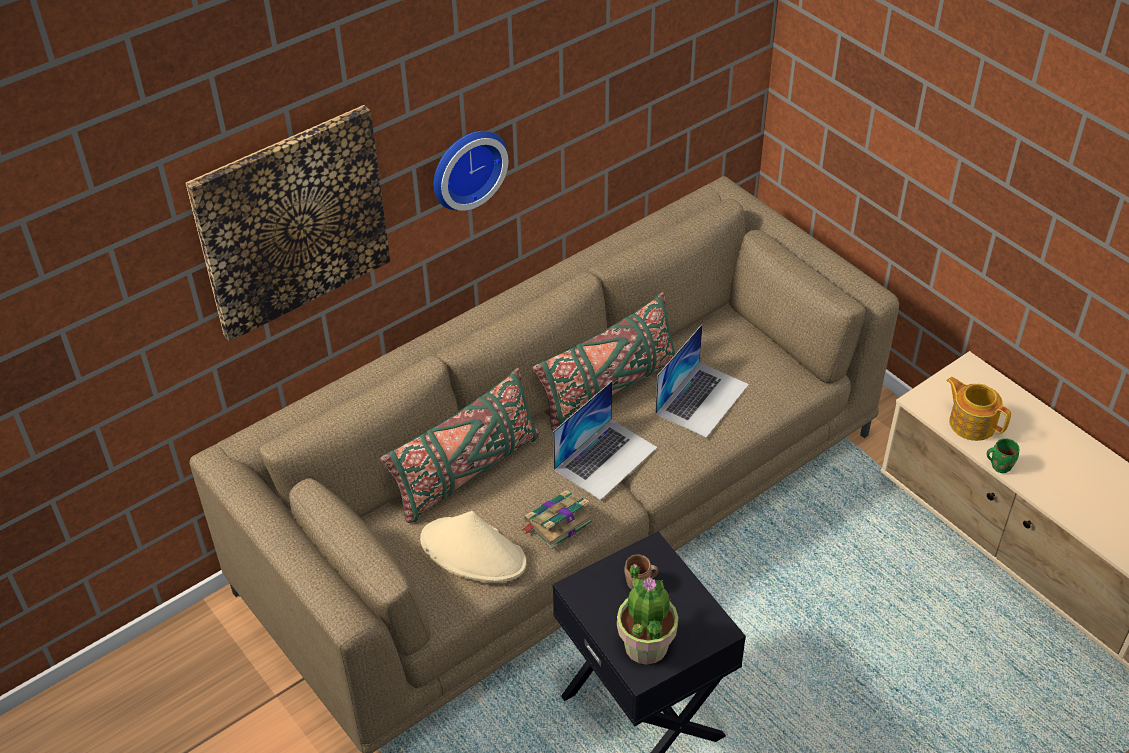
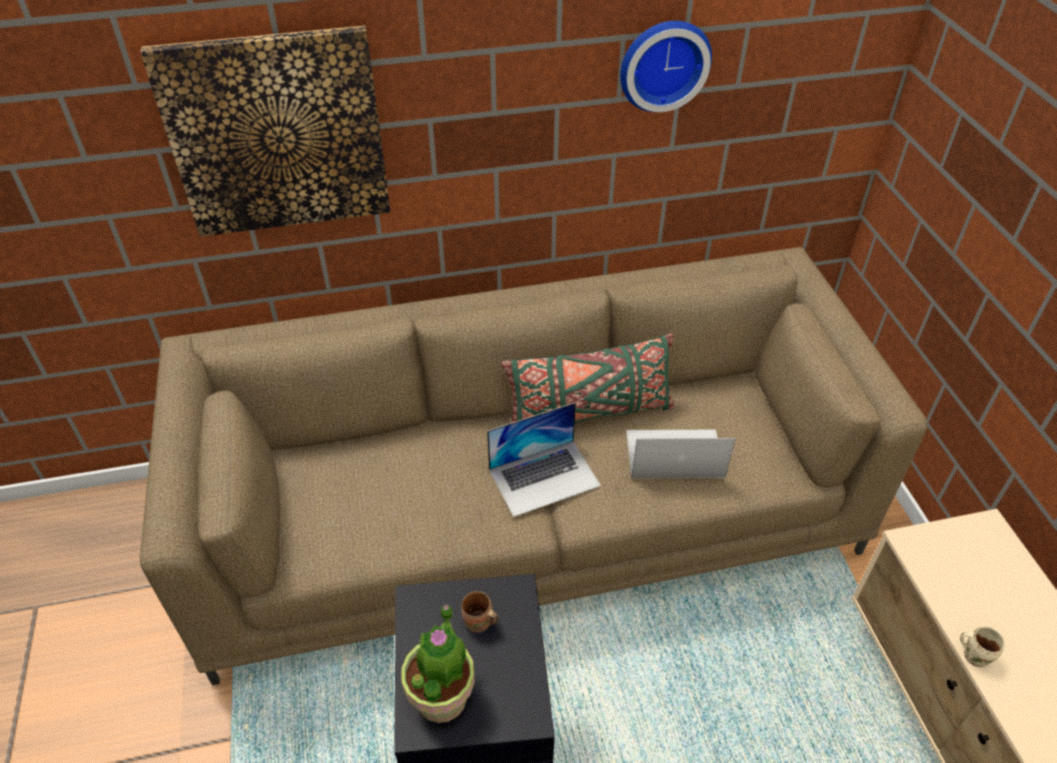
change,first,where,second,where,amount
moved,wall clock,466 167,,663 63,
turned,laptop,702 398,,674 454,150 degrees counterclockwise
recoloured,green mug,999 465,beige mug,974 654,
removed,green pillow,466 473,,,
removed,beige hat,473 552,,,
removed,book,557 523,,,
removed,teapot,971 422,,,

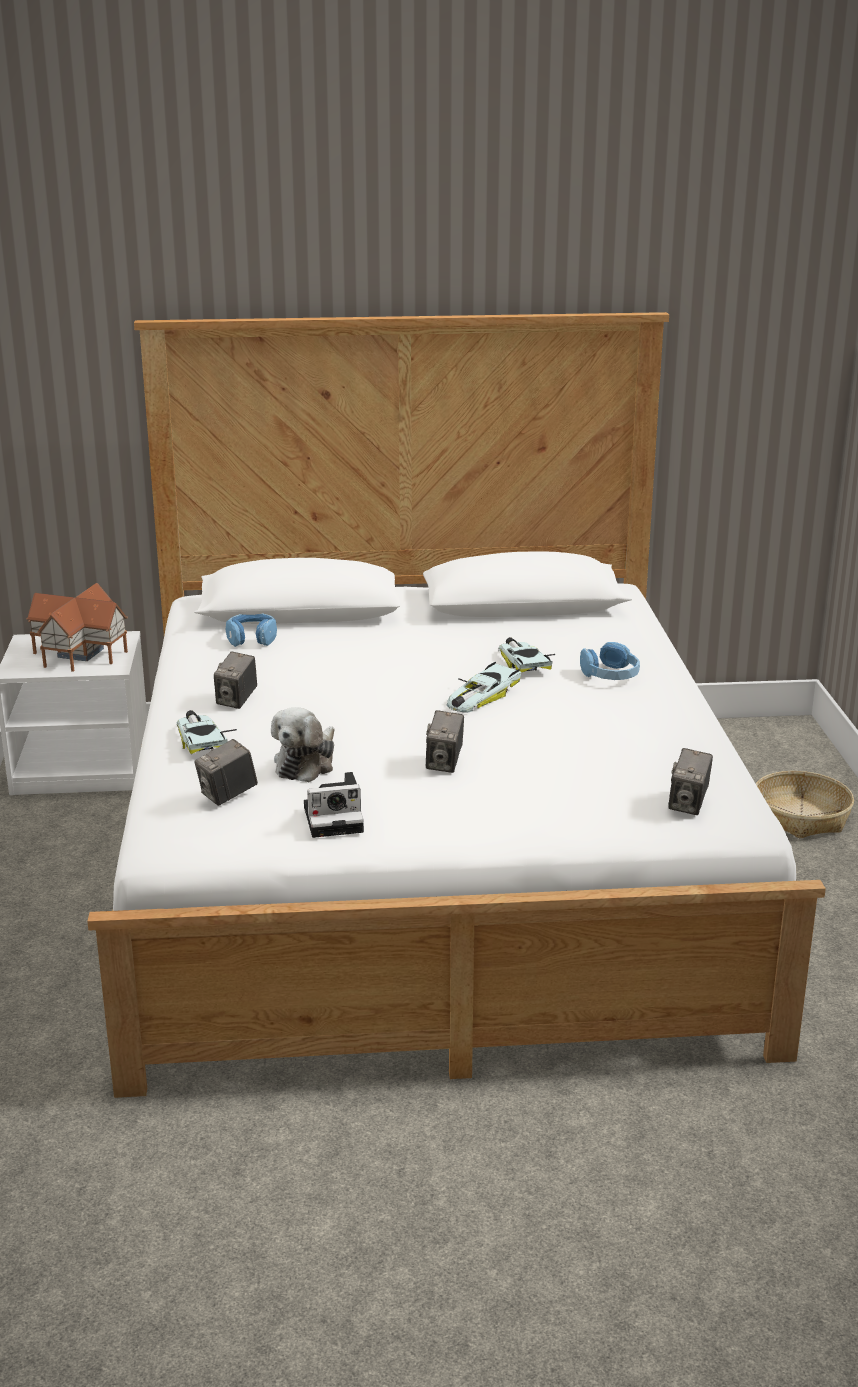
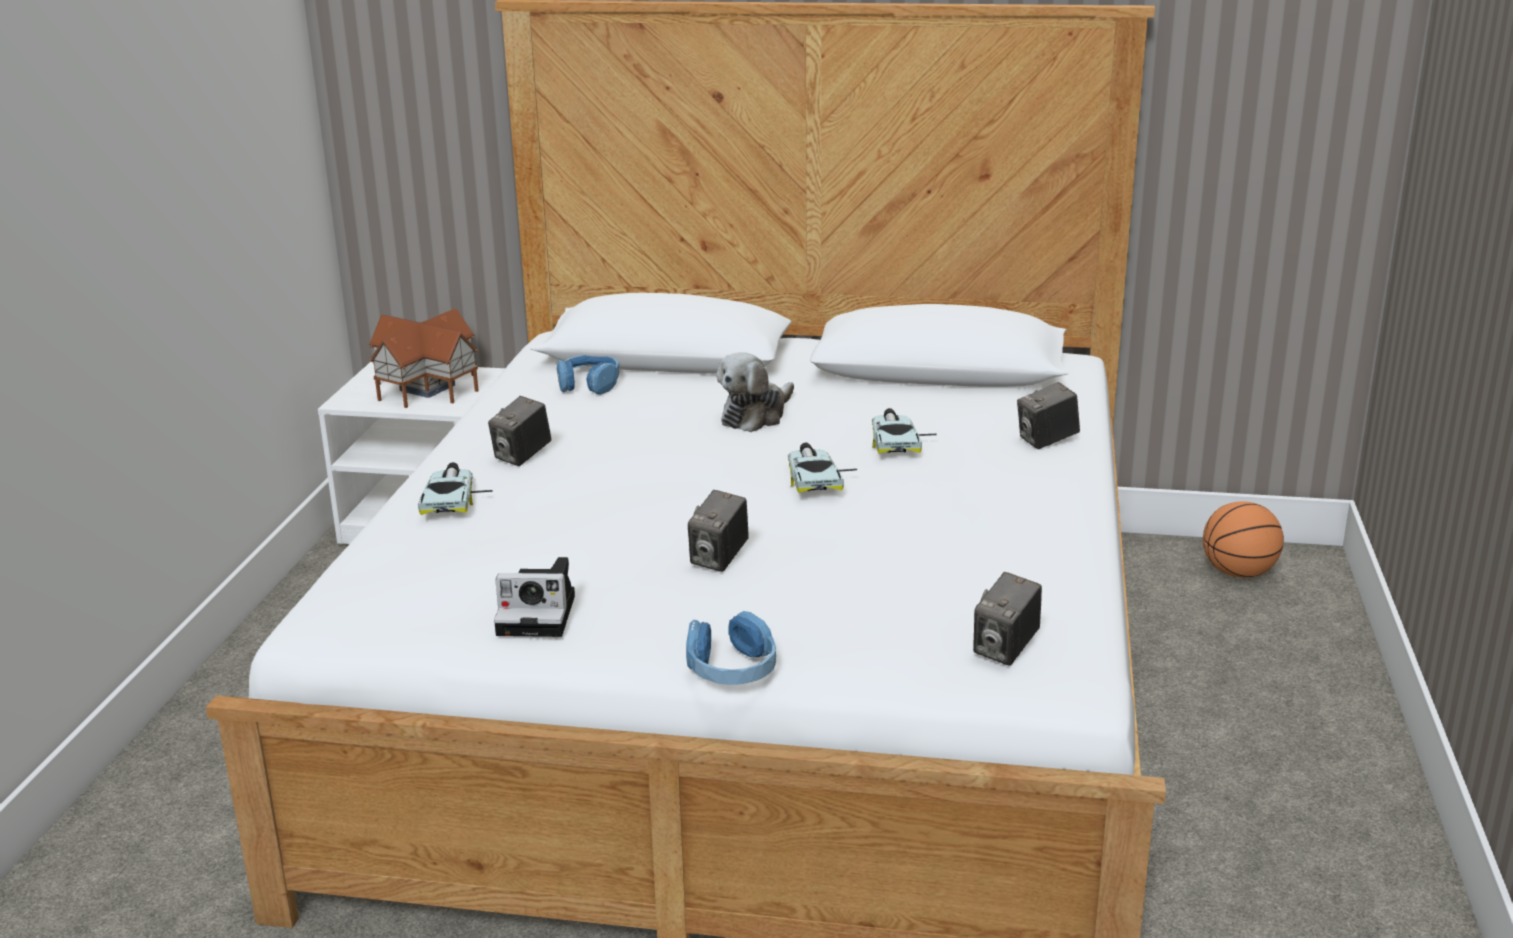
change,first,where,second,where,amount
moved,blue headphones,610 675,,731 669,
moved,plush toy,306 763,,756 416,
turned,toy car,480 695,,815 477,120 degrees clockwise
moved,photo camera,227 795,,1047 441,
added,,,basketball,1238 573,
removed,basket,801 817,,,

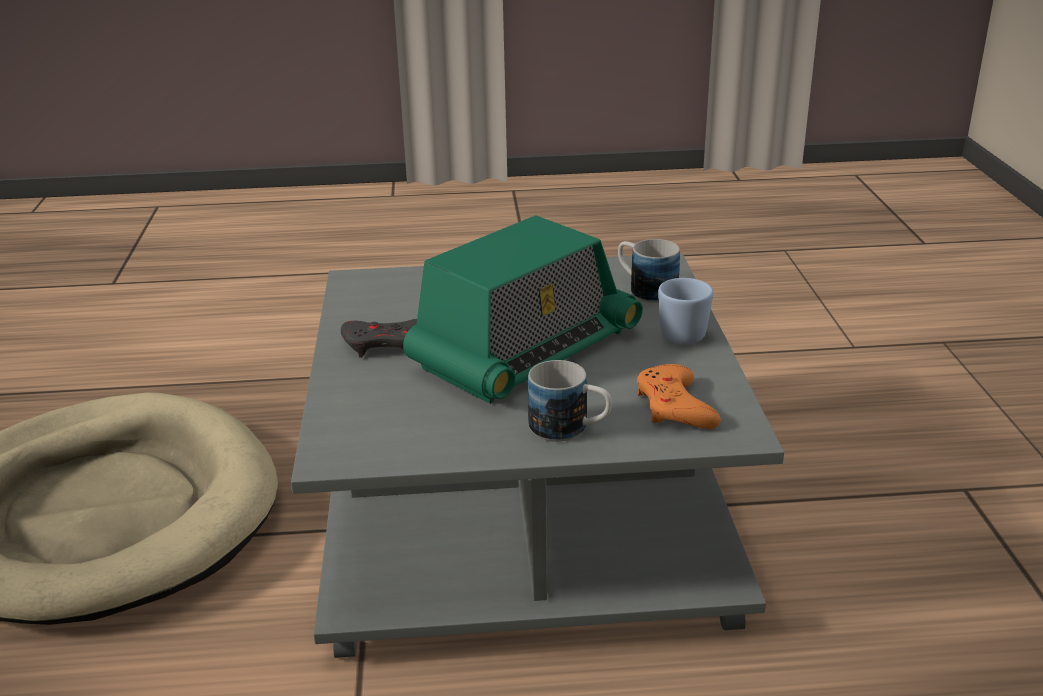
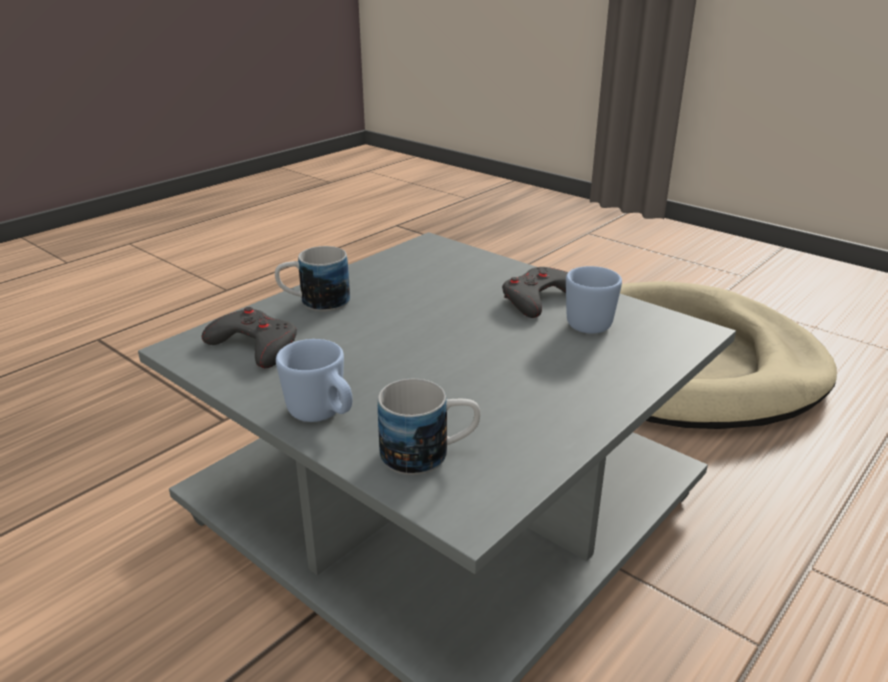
change,first,where,second,where,amount
recoloured,orange game controller,674 406,grey game controller,254 345,
added,,,blue mug,589 321,
removed,radio,525 351,,,

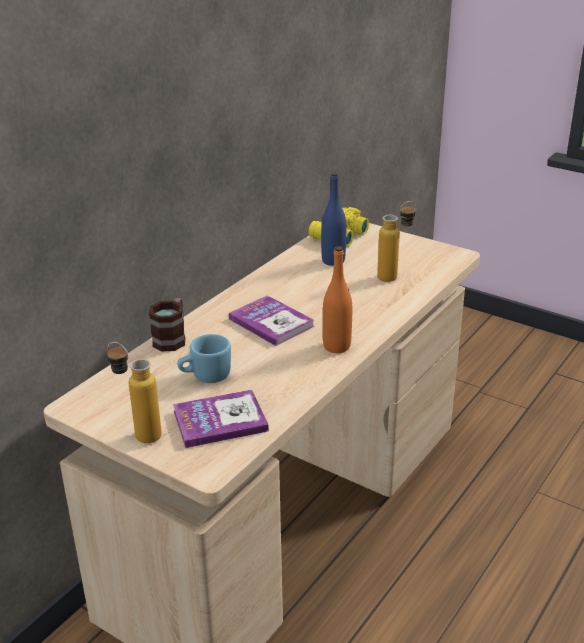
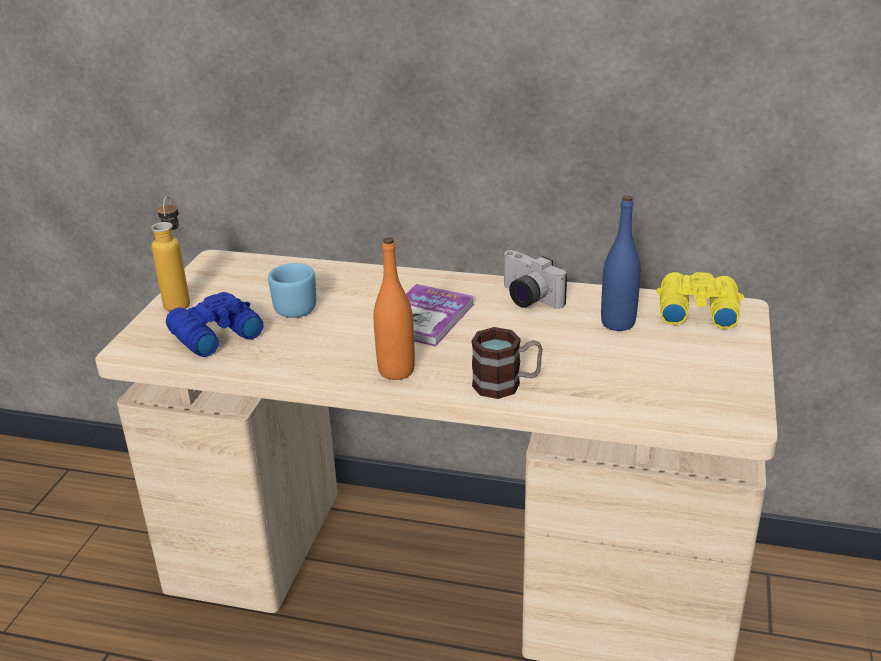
change,first,where,second,where,amount
replaced,book,220 421,blue binoculars,213 335,
moved,mug,172 338,,506 384,
added,,,photo camera,526 299,
removed,bottle,394 276,,,

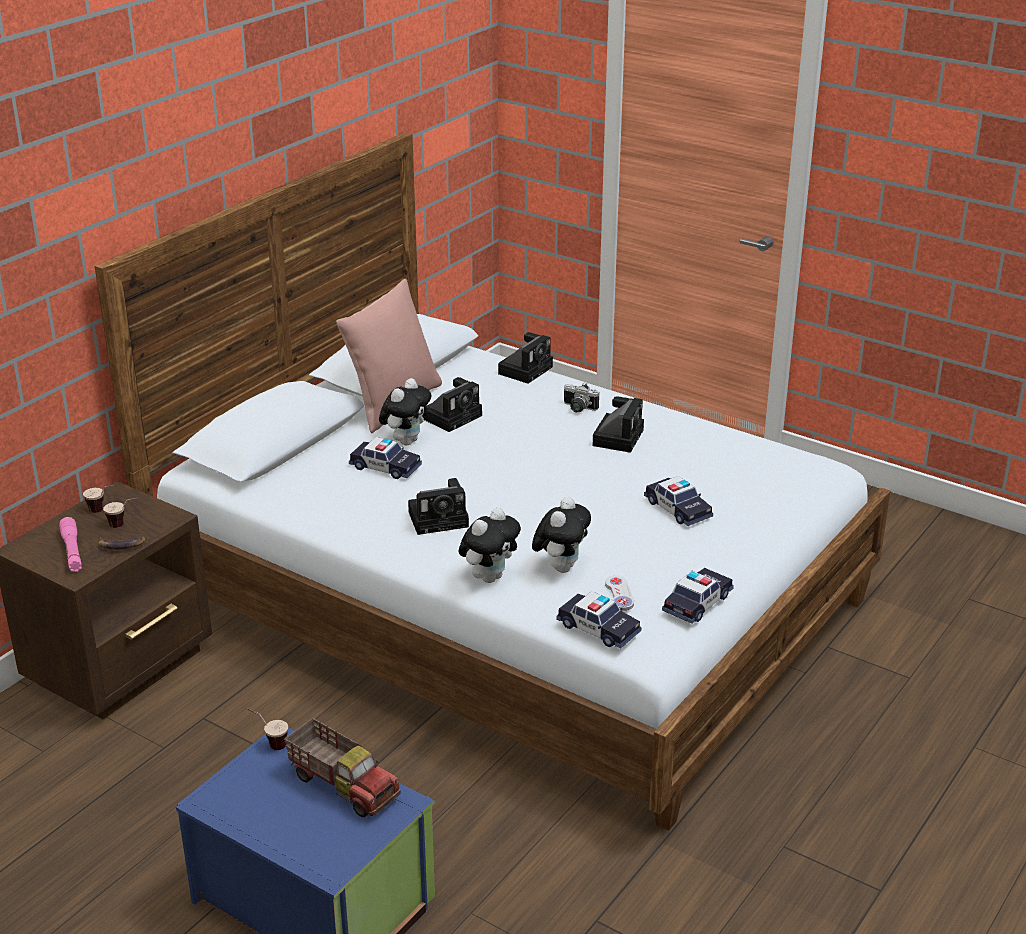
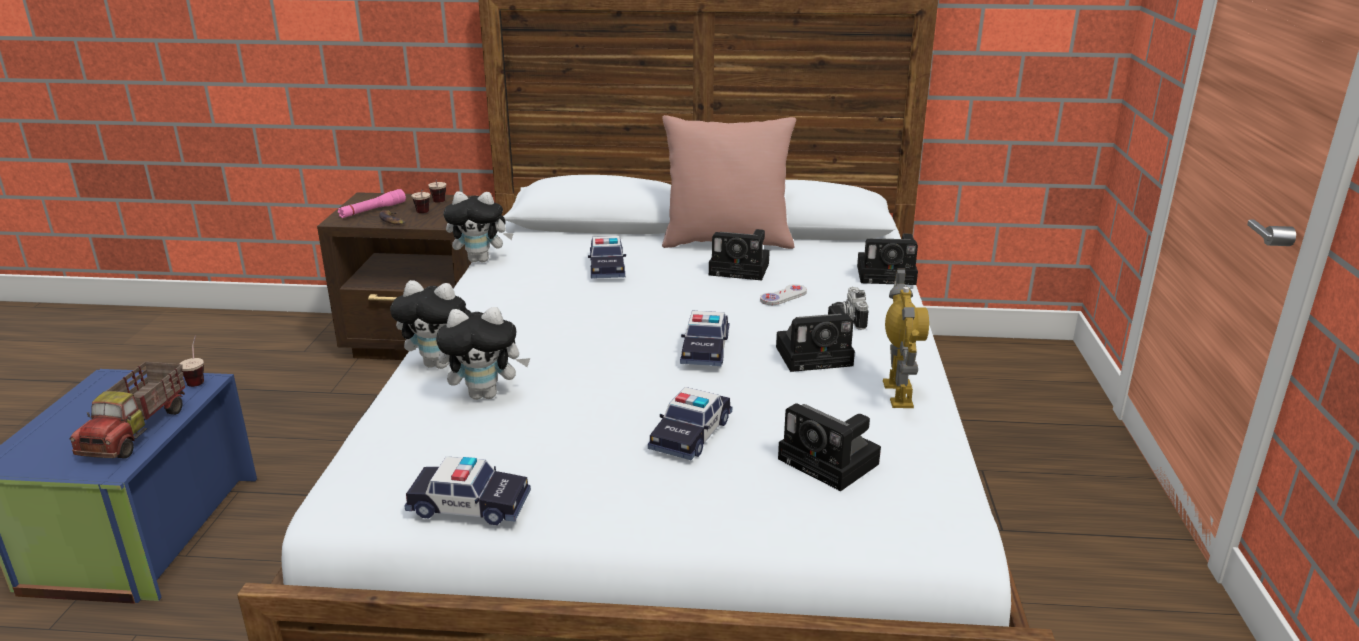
change,first,where,second,where,amount
moved,plush toy,406 441,,481 260,
moved,toy car,598 628,,705 349,
moved,white game controller,619 594,,783 296,
moved,photo camera,441 518,,832 463,
added,,,toy robot,898 394,

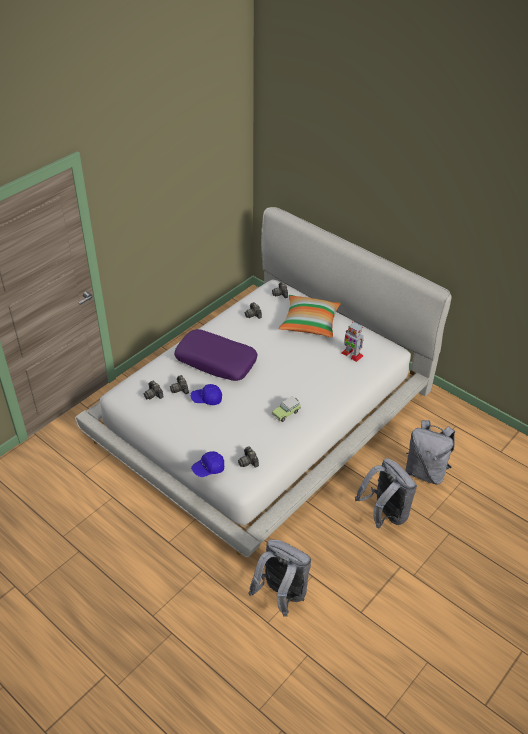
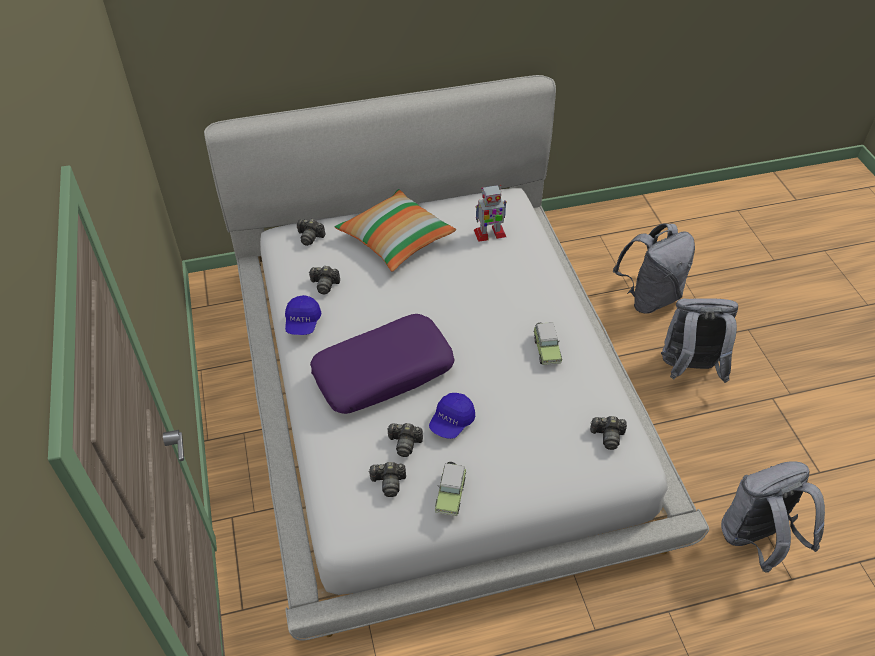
change,first,where,second,where,amount
moved,blue cap,208 469,,303 322,
added,,,toy car,451 494,

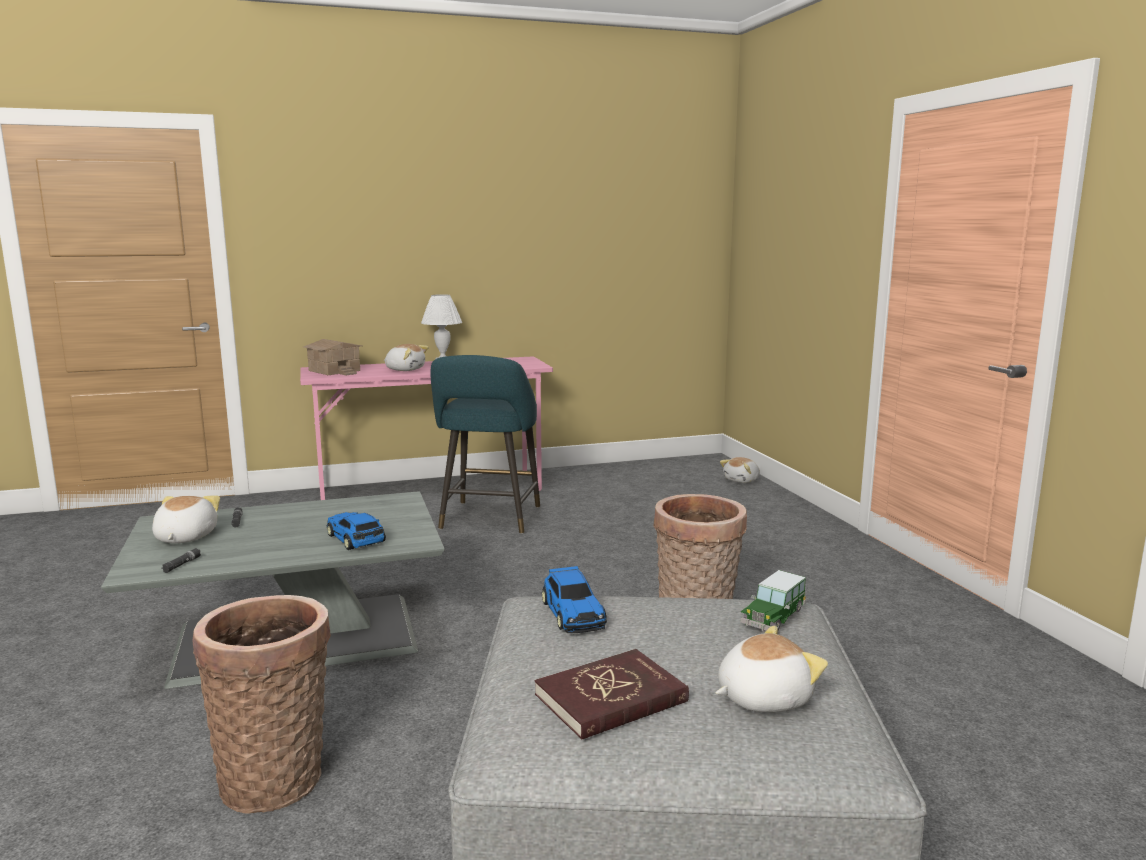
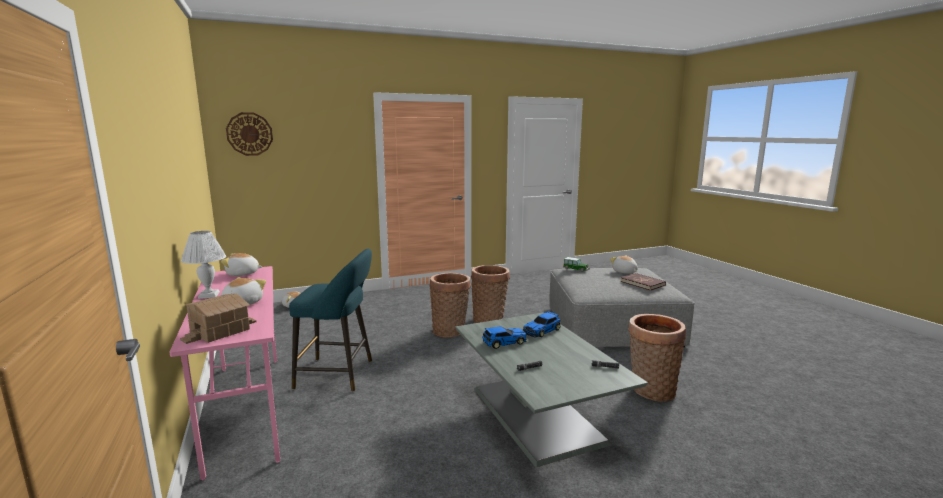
change,first,where,second,where,amount
moved,plush toy,184 537,,242 274,
added,,,wall clock,249 134,
added,,,basket,450 331,
moved,toy car,573 613,,503 342,

